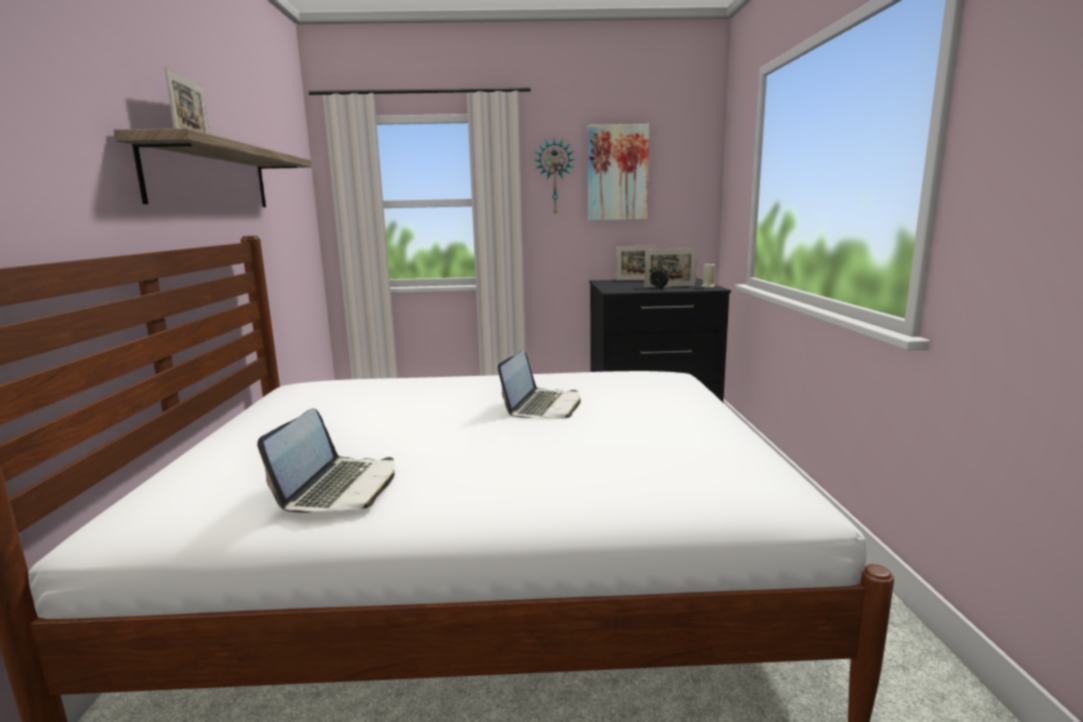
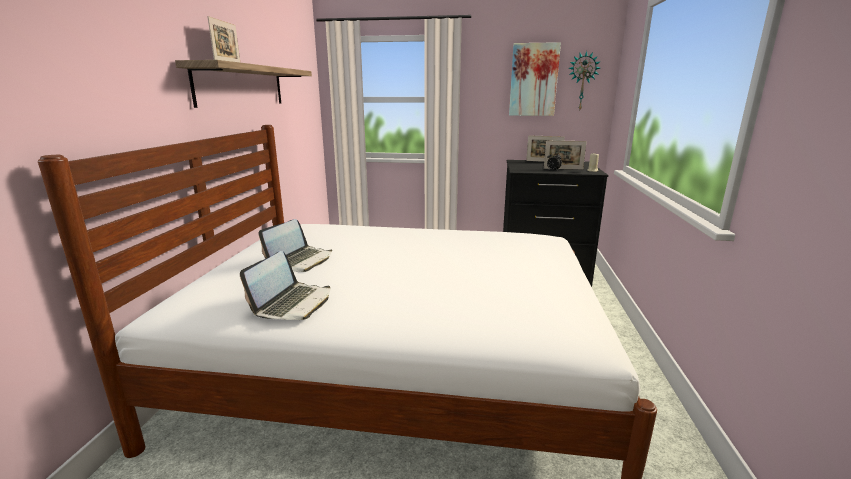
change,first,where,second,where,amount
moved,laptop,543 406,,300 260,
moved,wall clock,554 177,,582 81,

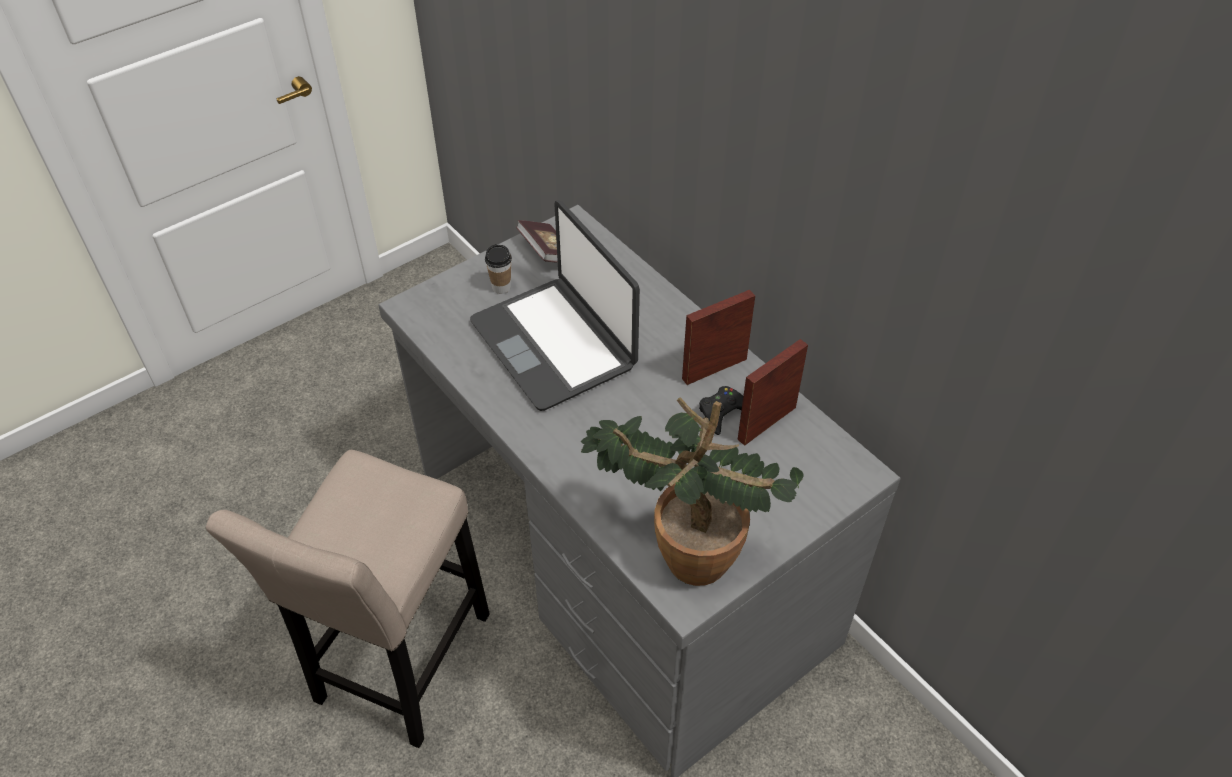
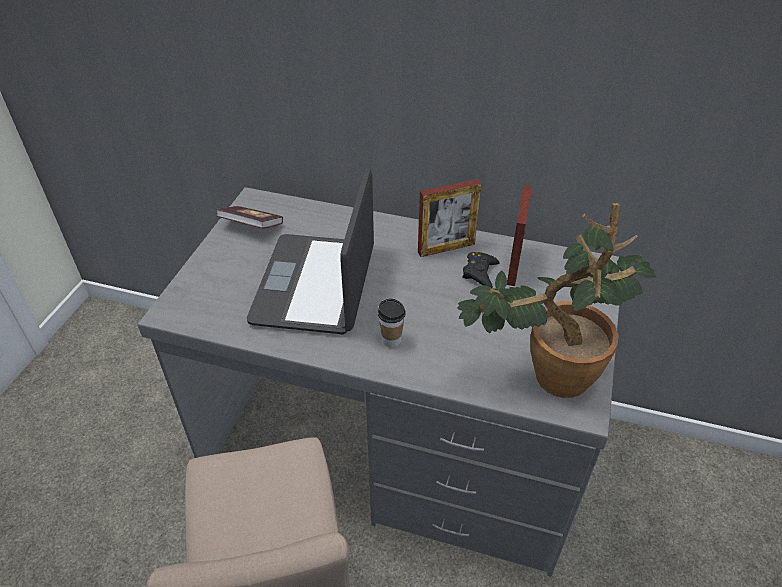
change,first,where,second,where,amount
turned,laptop,555 343,,316 284,75 degrees clockwise
moved,cup,501 287,,391 340,
turned,picture frame,714 369,,446 248,135 degrees counterclockwise

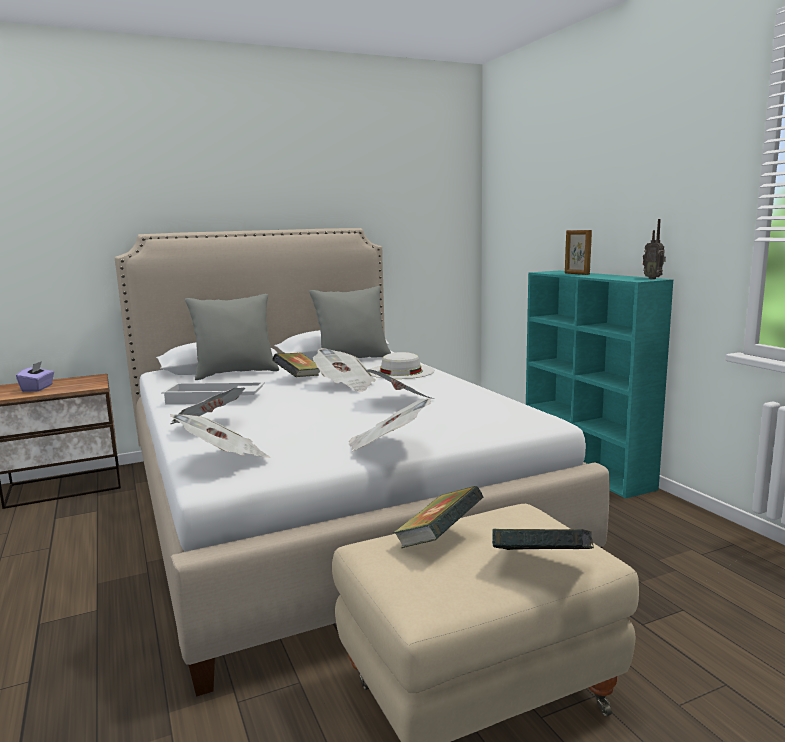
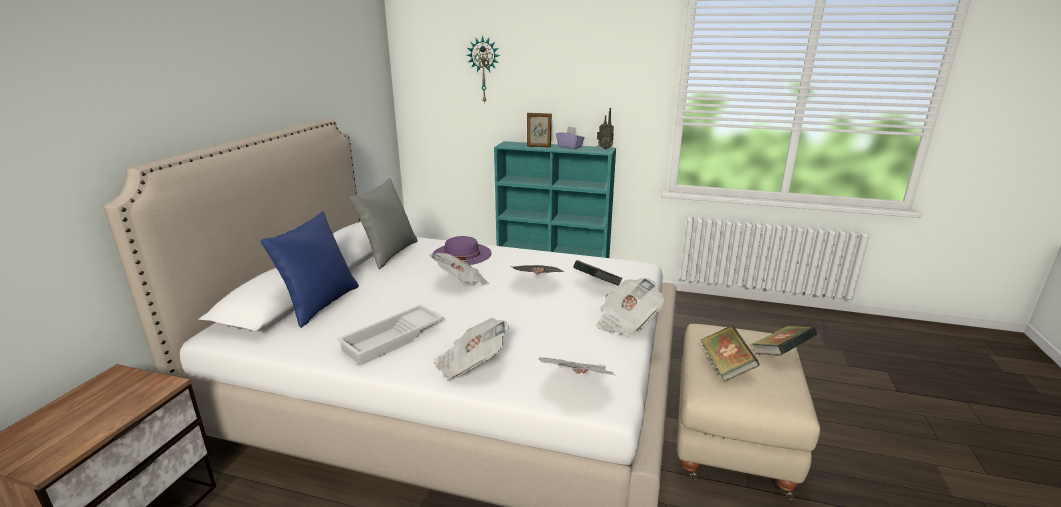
change,first,where,second,where,amount
recoloured,grey pillow,235 373,blue pillow,320 304,
recoloured,white hat,400 371,purple hat,461 254,
added,,,wall clock,484 70,
moved,purple tissue box,38 388,,570 147,
moved,book,299 379,,596 286,

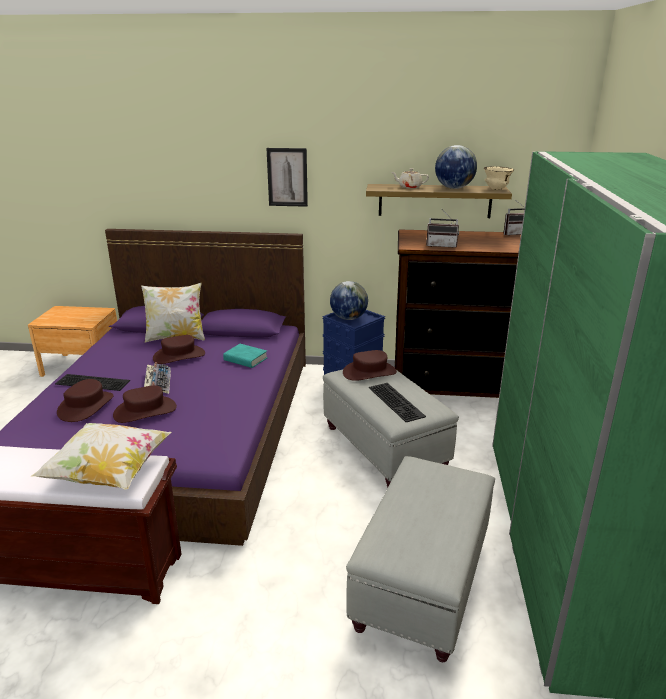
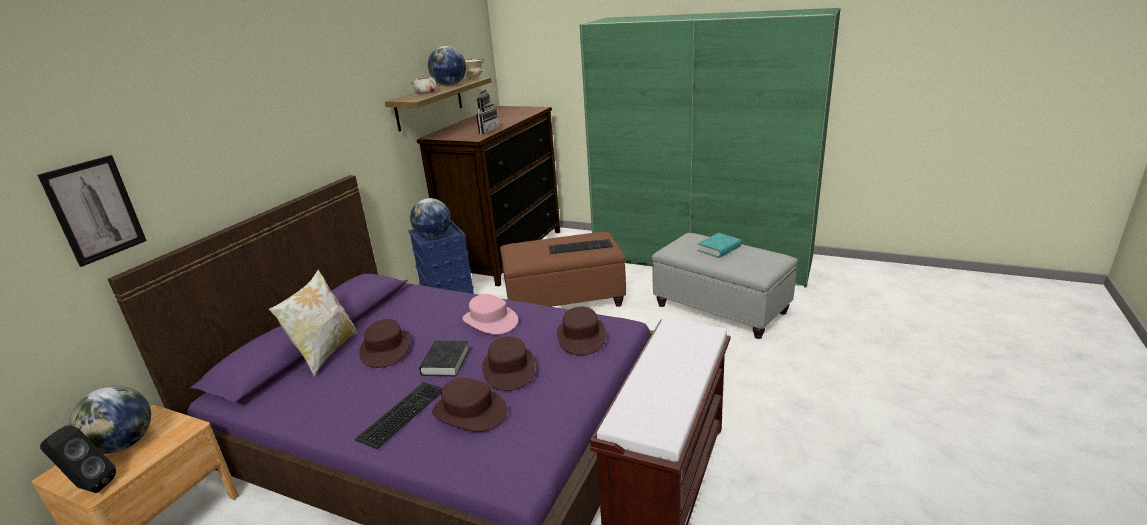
change,first,where,second,where,amount
moved,picture,287 177,,95 210,
added,,,black speaker,89 487,
added,,,globe,124 444,
replaced,keyboard,158 382,black book,445 362,
added,,,pink hat,490 321,
recoloured,grey ottoman,384 448,brown ottoman,565 300,
moved,brown hat,369 372,,581 336,
moved,turquoise book,245 359,,719 249,
removed,pillow,109 473,,,

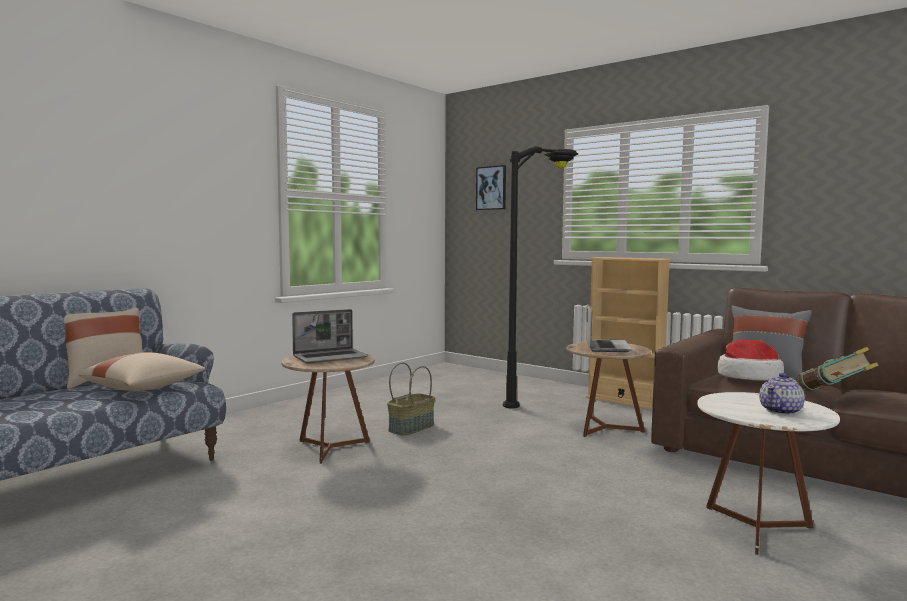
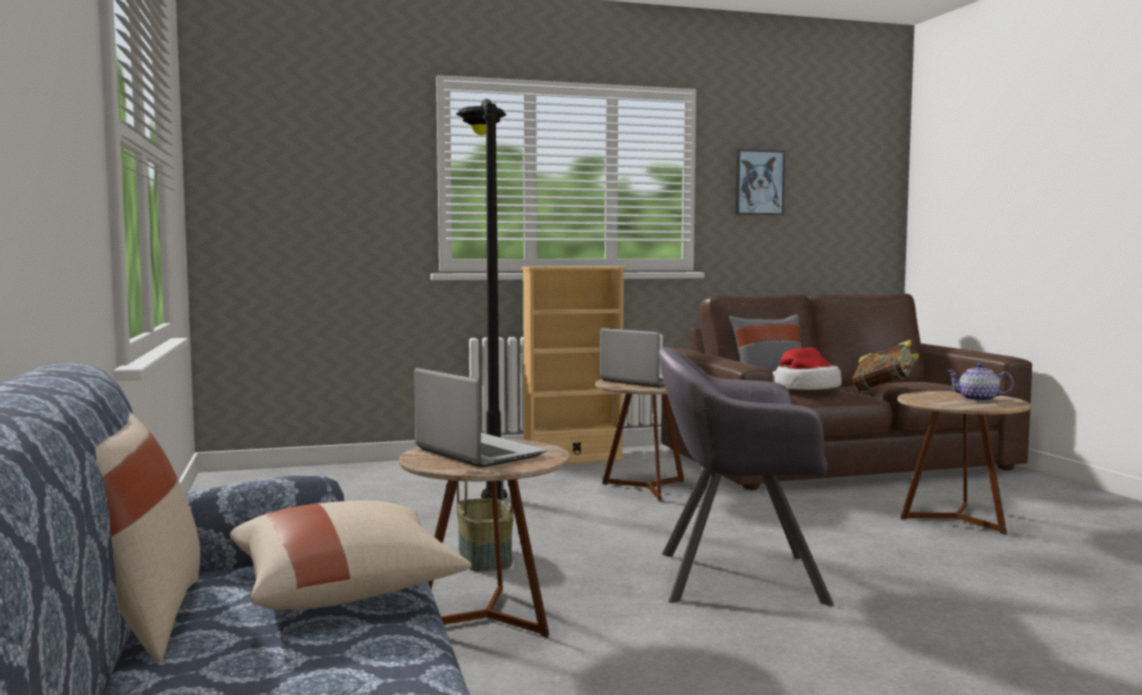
change,first,where,second,where,amount
turned,laptop,330 357,,476 452,45 degrees counterclockwise
added,,,grey armchair,738 577,
moved,picture,491 188,,759 182,
recoloured,white side table,758 528,brown side table,957 519,
turned,teapot,781 411,,979 399,120 degrees clockwise

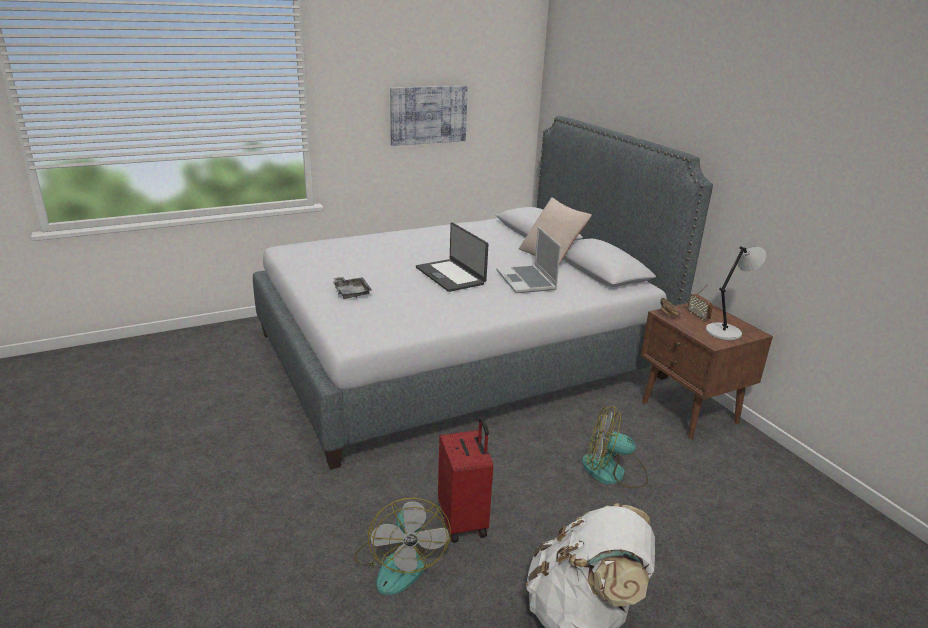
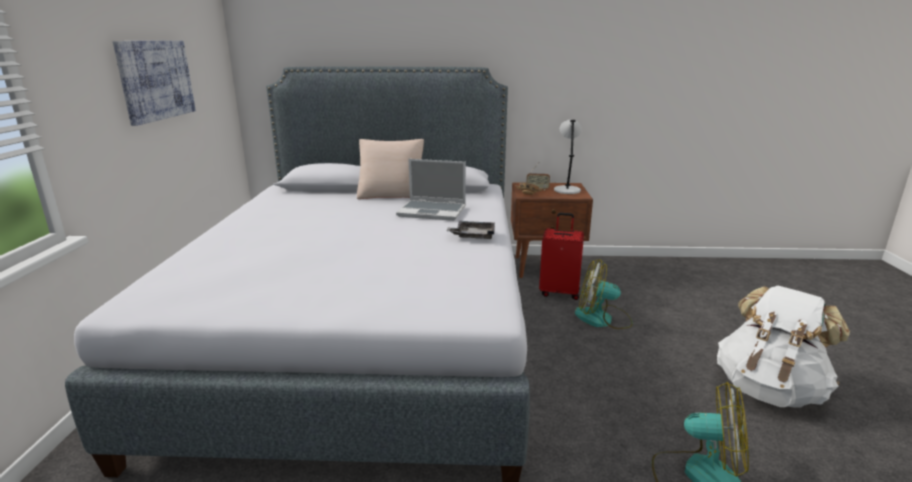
change,first,where,second,where,amount
moved,grey tray,351 292,,473 236,
moved,red suitcase,464 521,,559 292,
turned,fan,613 472,,602 319,60 degrees clockwise
removed,laptop,451 275,,,

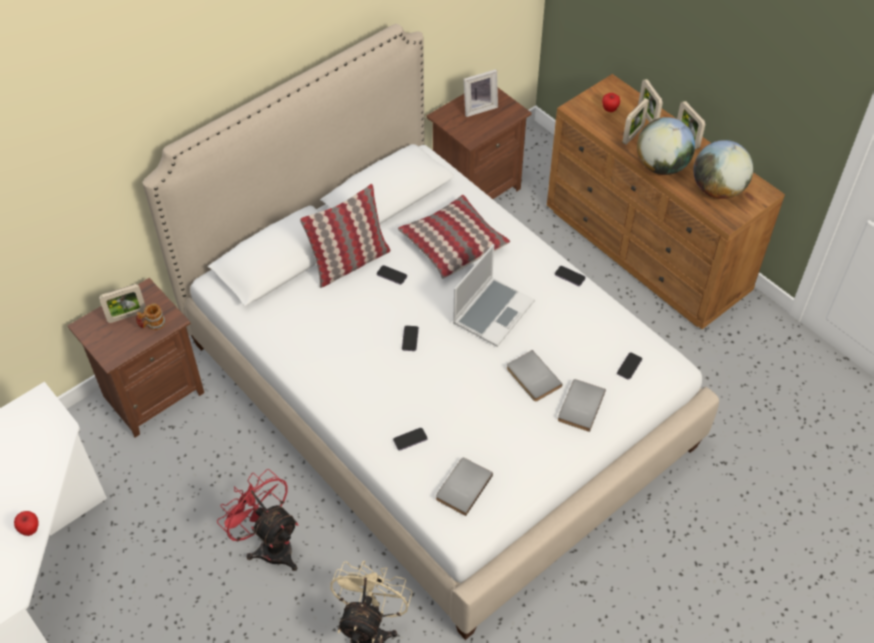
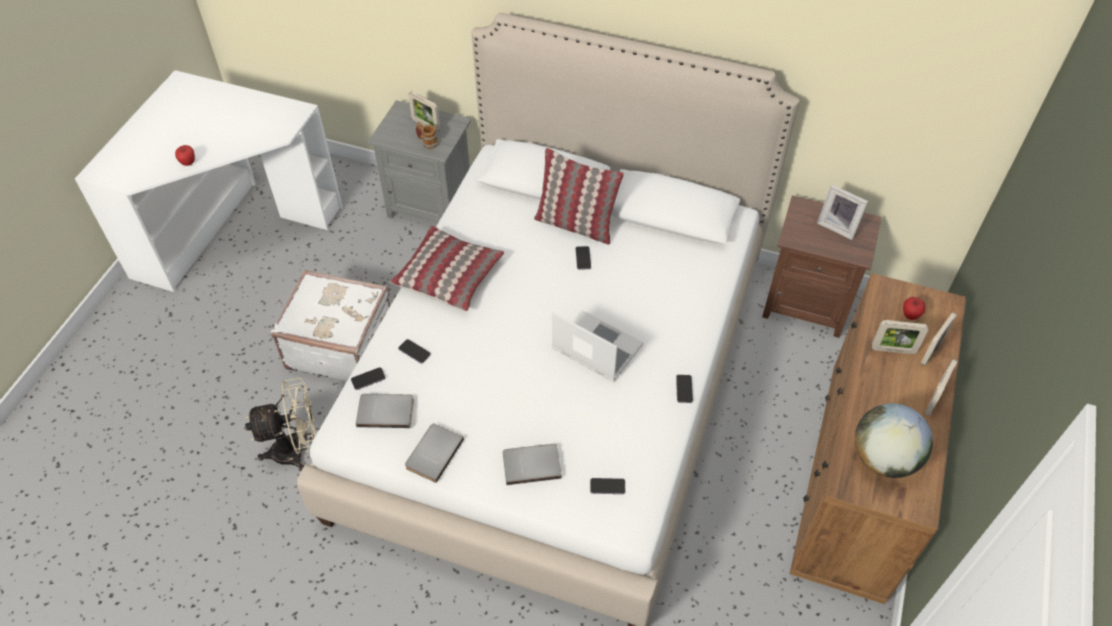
change,first,where,second,where,amount
replaced,red fan,270 544,white suitcase,341 345,
moved,phone,410 339,,368 379,
recoloured,brown nightstand,152 394,grey nightstand,431 206,
moved,pillow,453 244,,449 276,
moved,grey book,532 378,,432 453,
turned,laptop,493 312,,595 348,150 degrees counterclockwise
removed,globe,661 166,,,

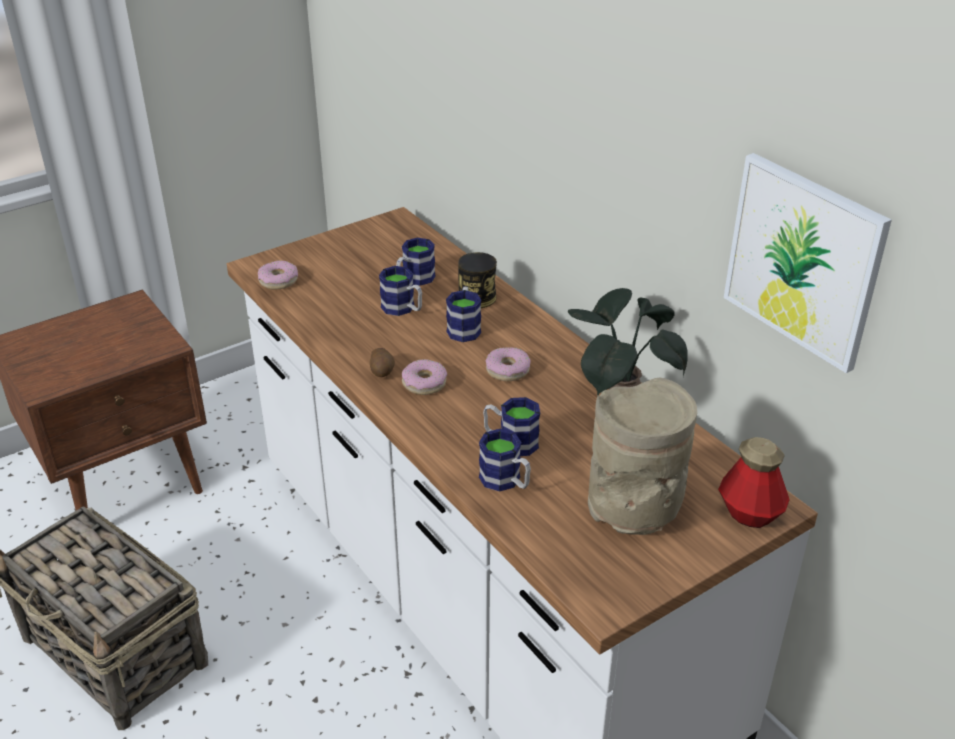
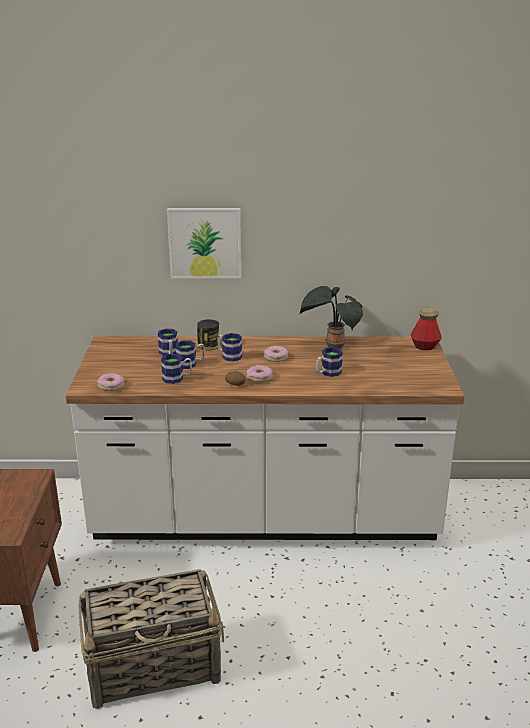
change,first,where,second,where,amount
moved,mug,506 481,,177 378,
moved,picture,803 260,,205 243,
removed,beige vase,634 510,,,

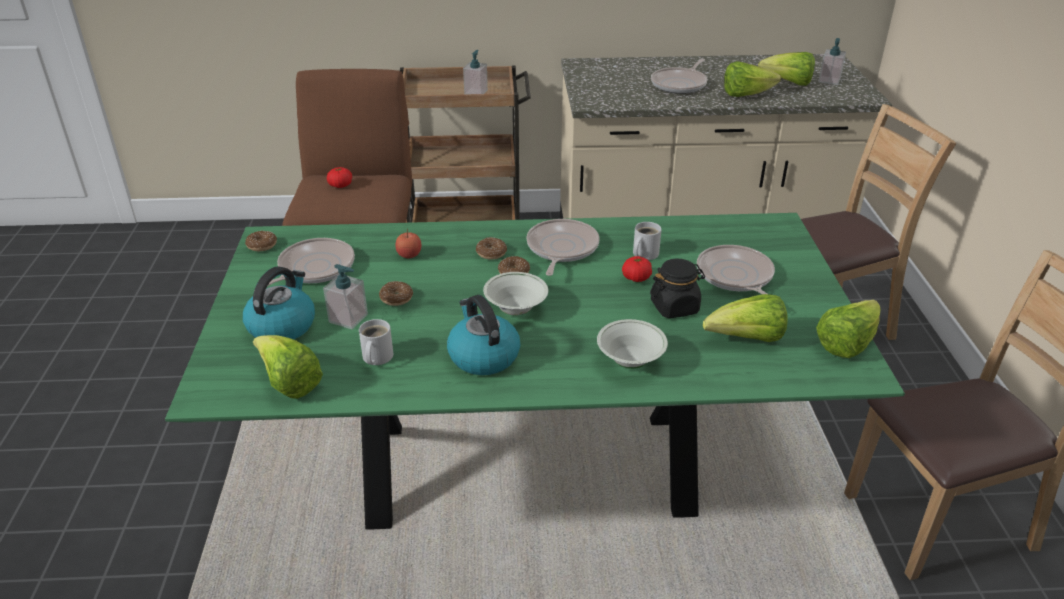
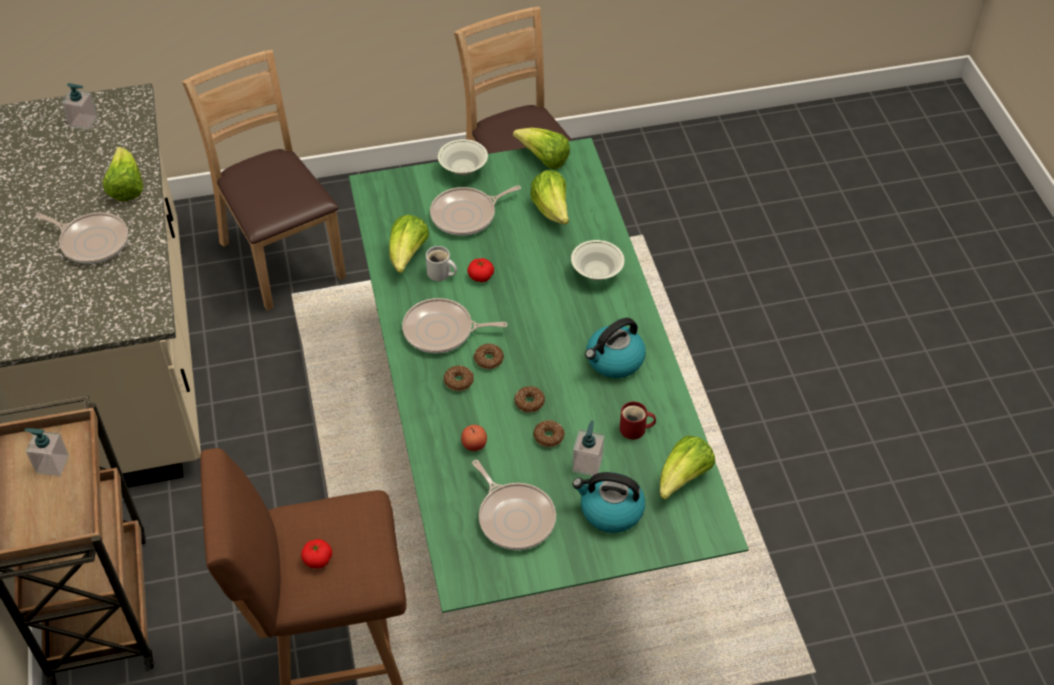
change,first,where,second,where,amount
moved,lettuce,788 83,,407 256,
moved,white bowl,515 310,,463 170,
turned,frying pan,313 269,,514 517,150 degrees counterclockwise
moved,donut,262 245,,529 402,
recoloured,white mug,375 357,red mug,635 430,
removed,black jar,674 307,,,

